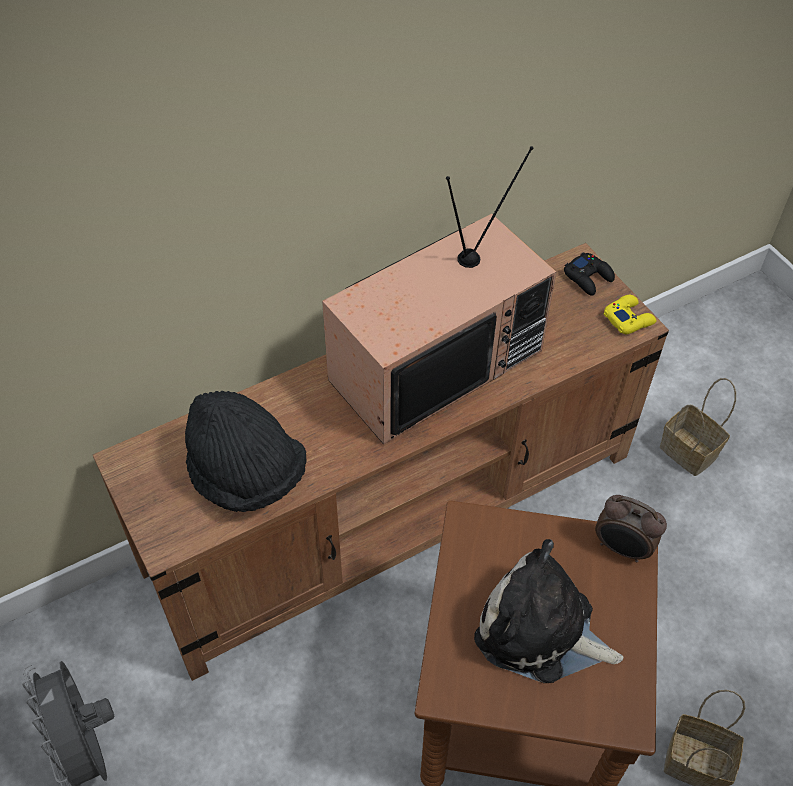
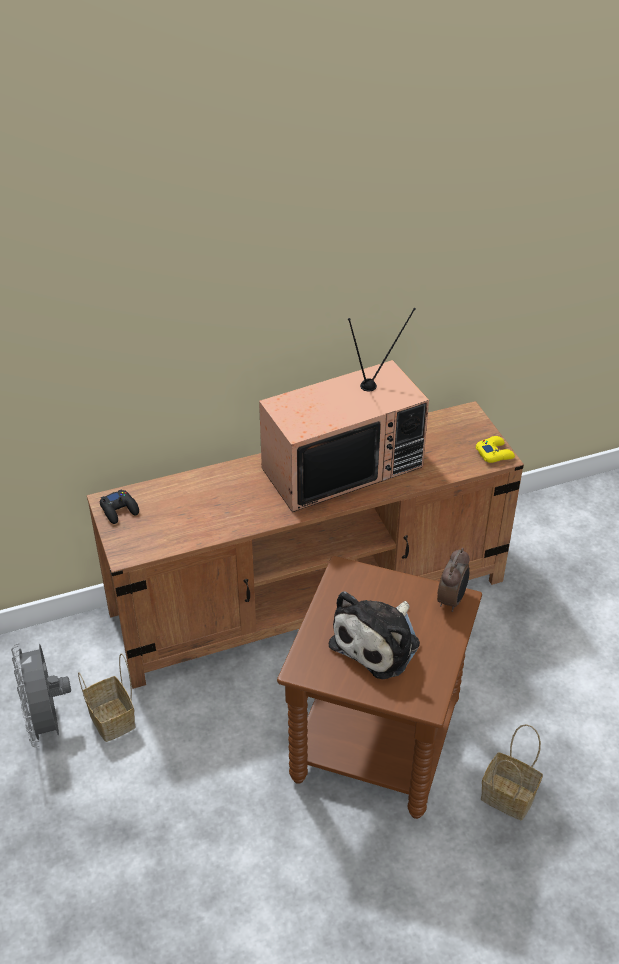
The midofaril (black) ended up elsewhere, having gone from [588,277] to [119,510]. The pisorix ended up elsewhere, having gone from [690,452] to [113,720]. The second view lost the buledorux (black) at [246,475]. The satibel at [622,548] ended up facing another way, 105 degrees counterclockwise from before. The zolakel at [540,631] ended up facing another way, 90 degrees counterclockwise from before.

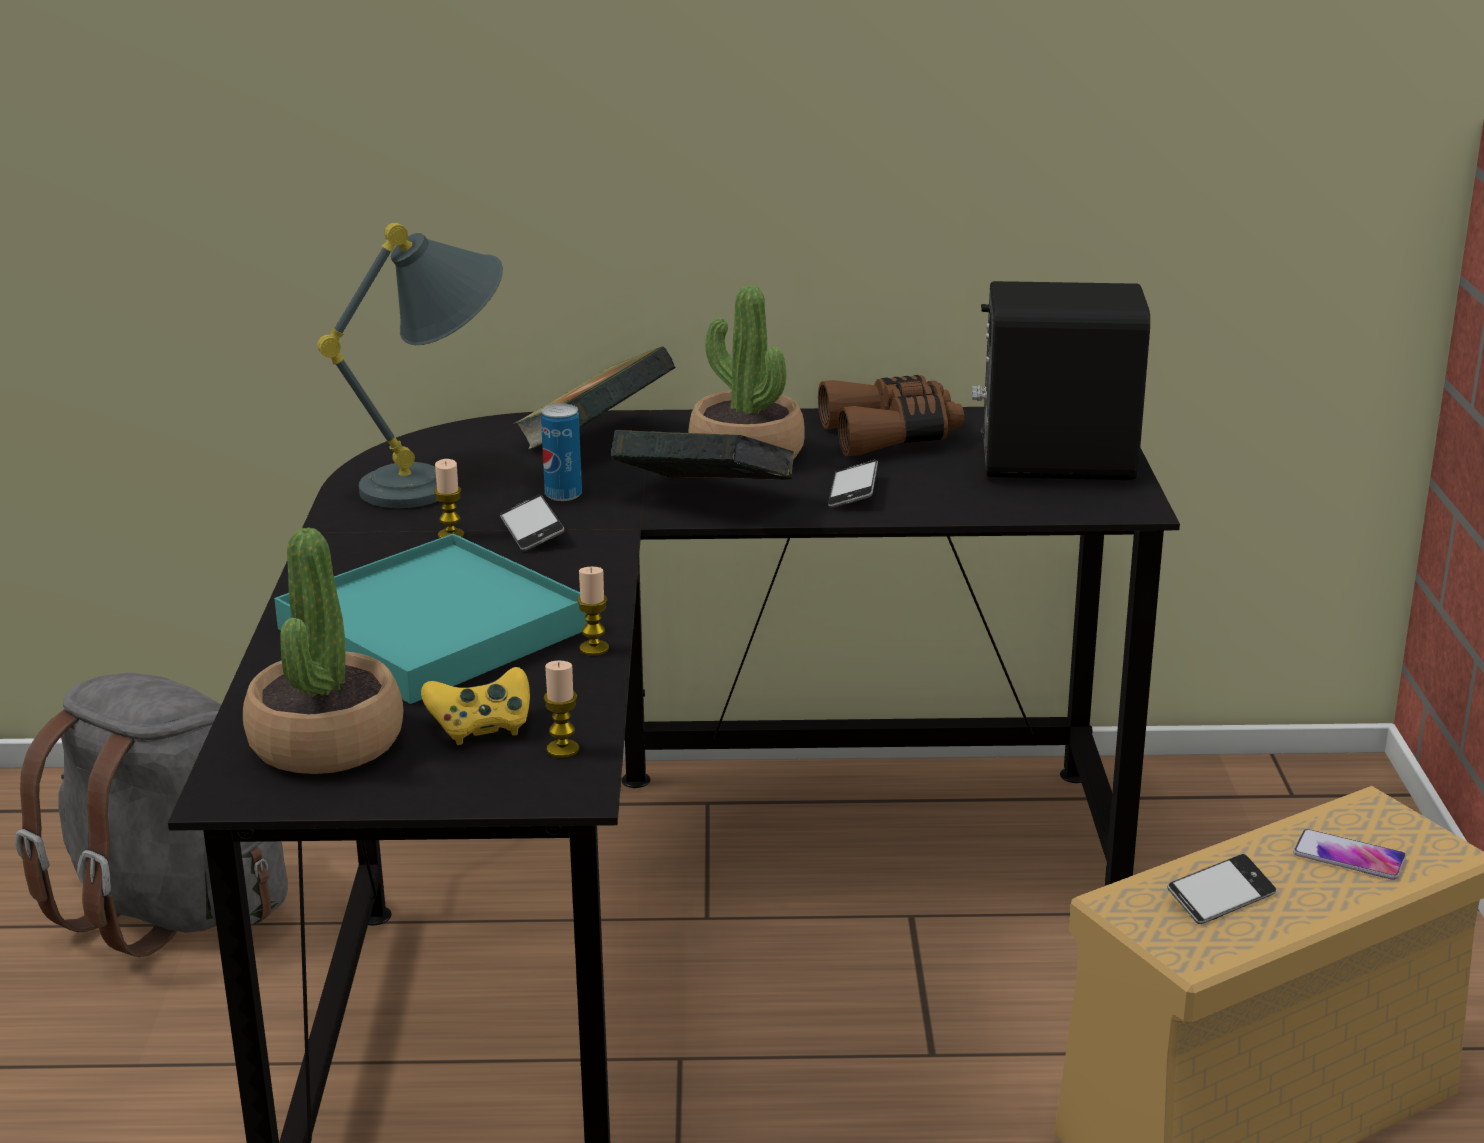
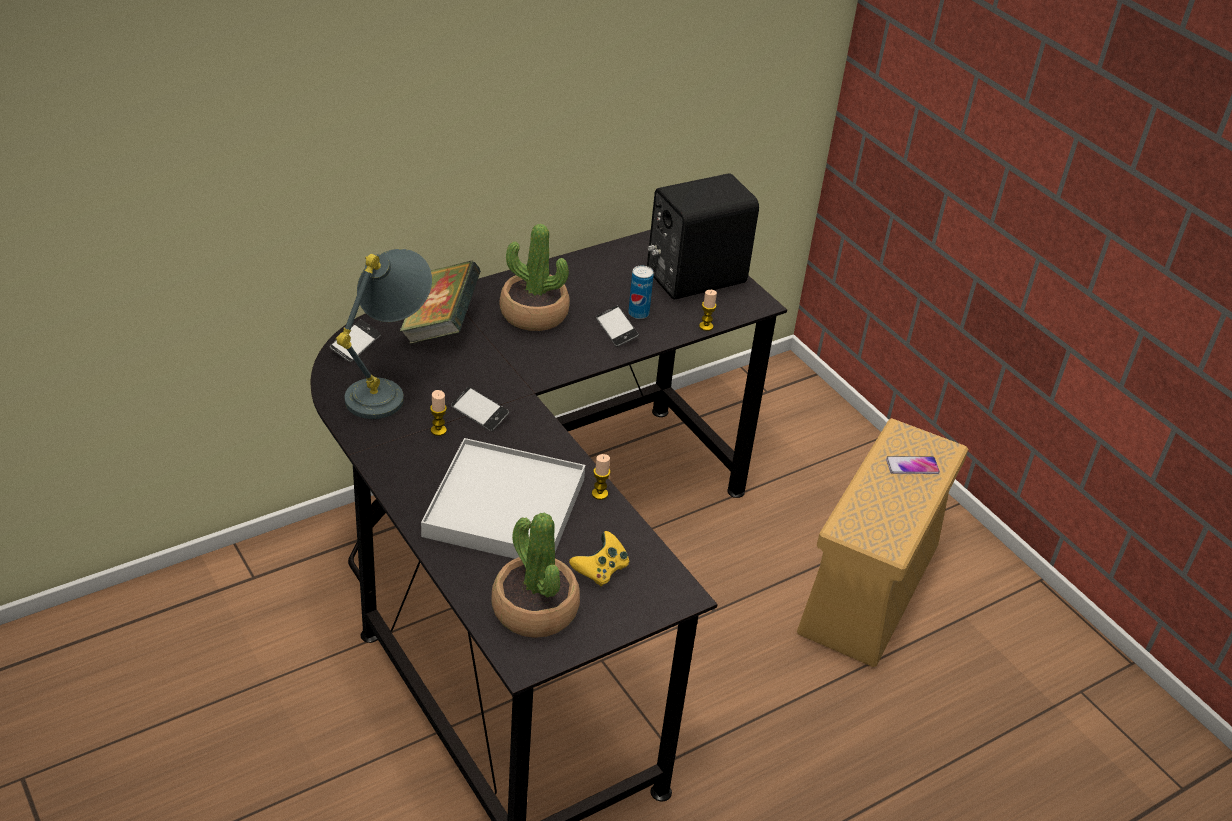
The second view lost the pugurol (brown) at [891,435]. The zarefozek ended up elsewhere, having gone from [563,495] to [638,313]. The second view lost the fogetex at [704,502]. What was the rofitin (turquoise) at [433,629] turned into the rofitin (white) at [504,507]. The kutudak ended up elsewhere, having gone from [562,749] to [706,326]. The second view lost the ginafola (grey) at [172,908]. The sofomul ended up elsewhere, having gone from [1220,897] to [355,345].

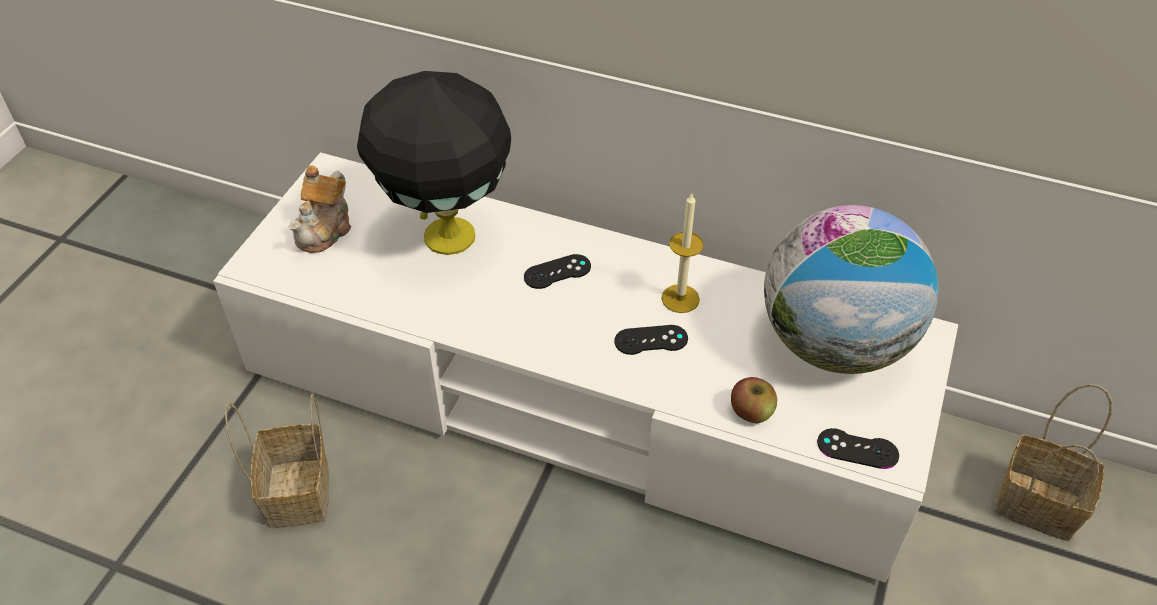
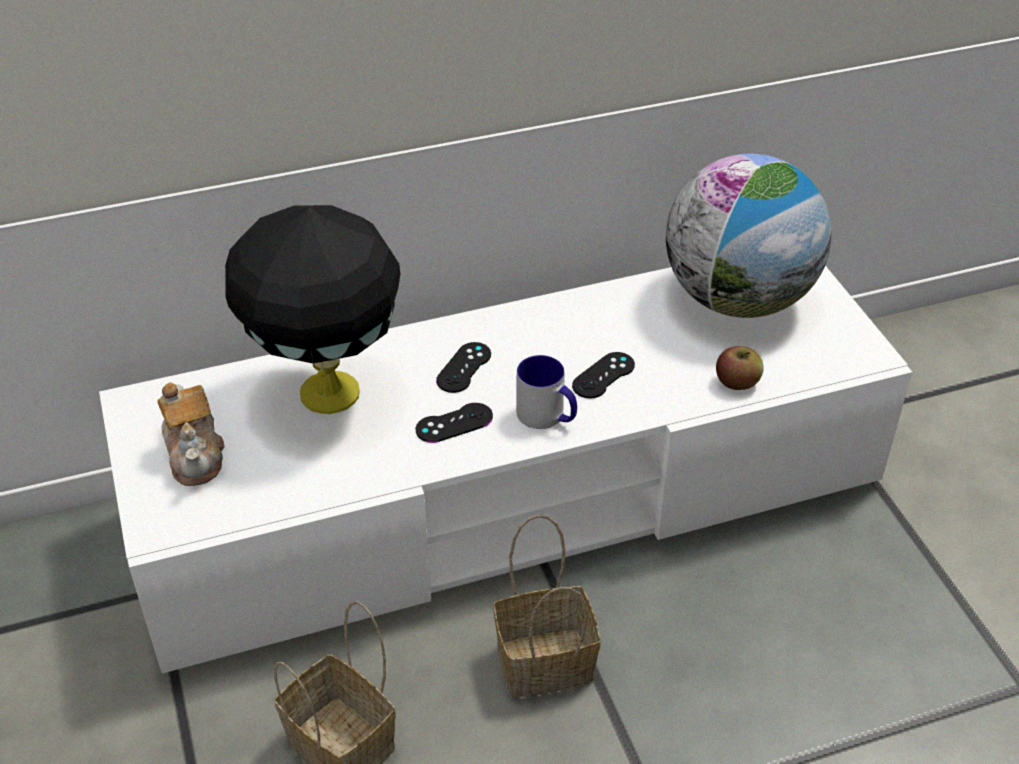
The second view lost the kutudak at [680,298]. The pisorix ended up elsewhere, having gone from [1040,504] to [547,660]. The midofaril (black) ended up elsewhere, having gone from [857,449] to [454,423]. The second view gained the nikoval at [547,417].

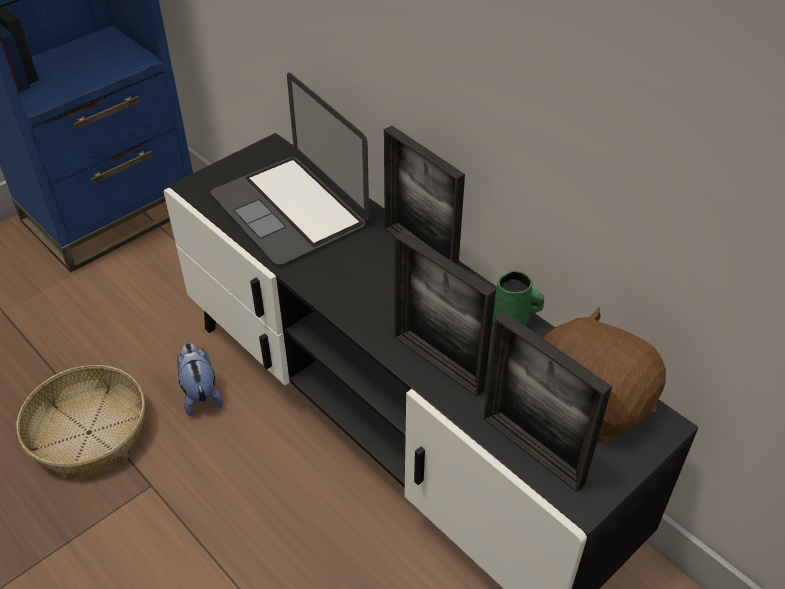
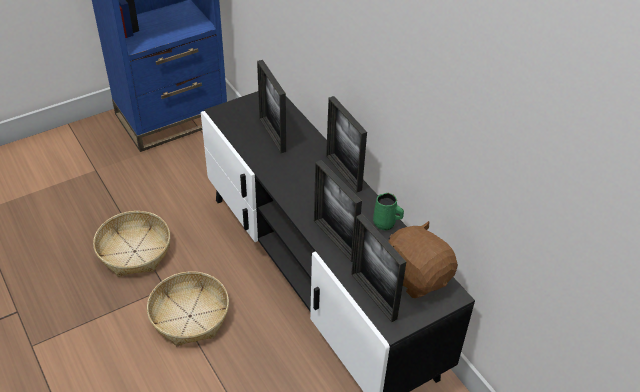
Where the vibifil stood at [289,209], the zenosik came to stand at [272,135]. The second view lost the zolakel at [200,394]. The second view gained the pisorix at [189,316].

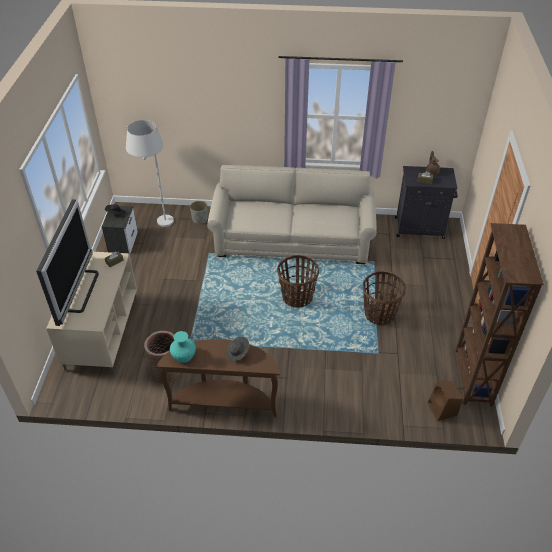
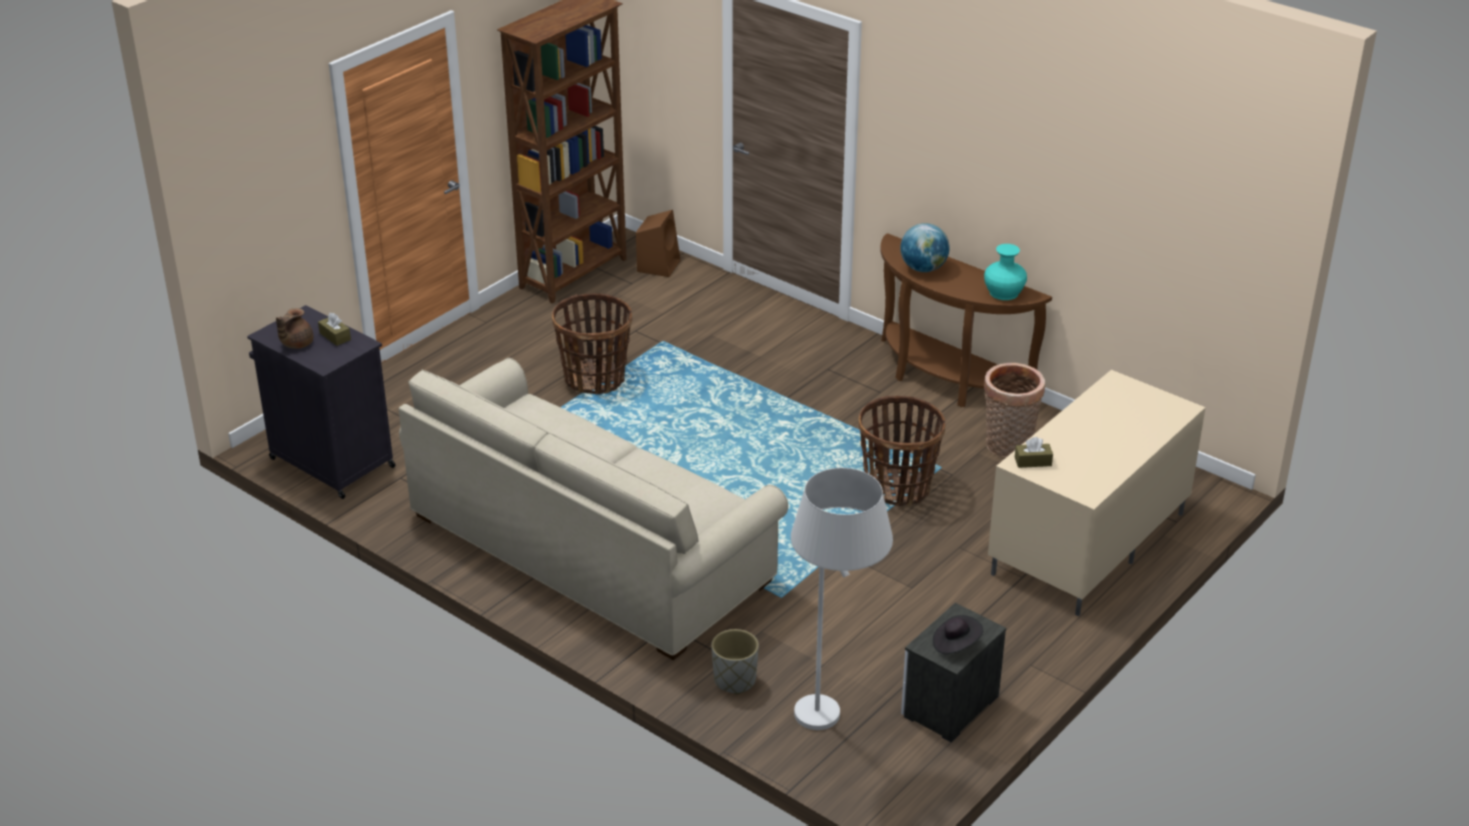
The second view lost the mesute at [79,291]. The pisorix ended up elsewhere, having gone from [297,297] to [898,488]. Where the buledorux (grey) stood at [238,353], the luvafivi came to stand at [923,268].

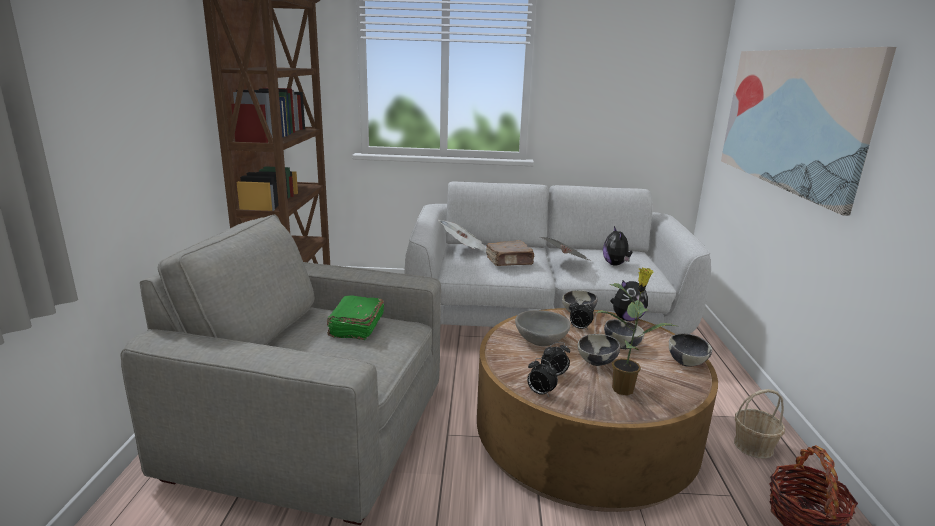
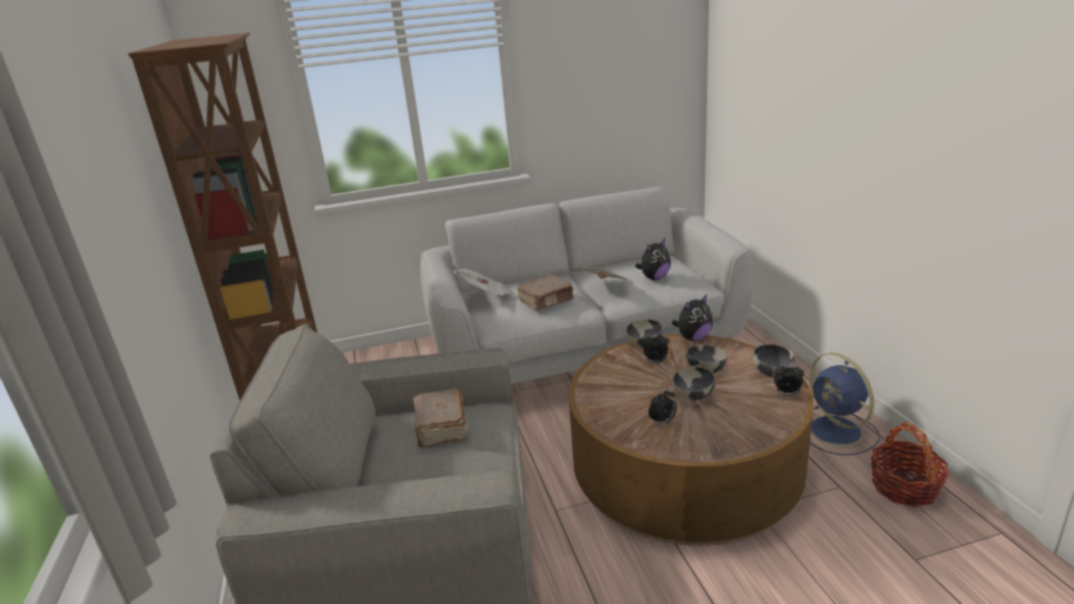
The second view lost the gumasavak at [789,118]. The zolakel at [615,264] ended up facing another way, 105 degrees counterclockwise from before. The second view lost the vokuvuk at [624,389]. What was the fogetex (green) at [356,327] turned into the fogetex (brown) at [440,428]. The second view lost the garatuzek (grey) at [541,341]. The satibel ended up elsewhere, having gone from [540,393] to [787,394]. Where the pisorix stood at [754,446], the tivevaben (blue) came to stand at [837,432].

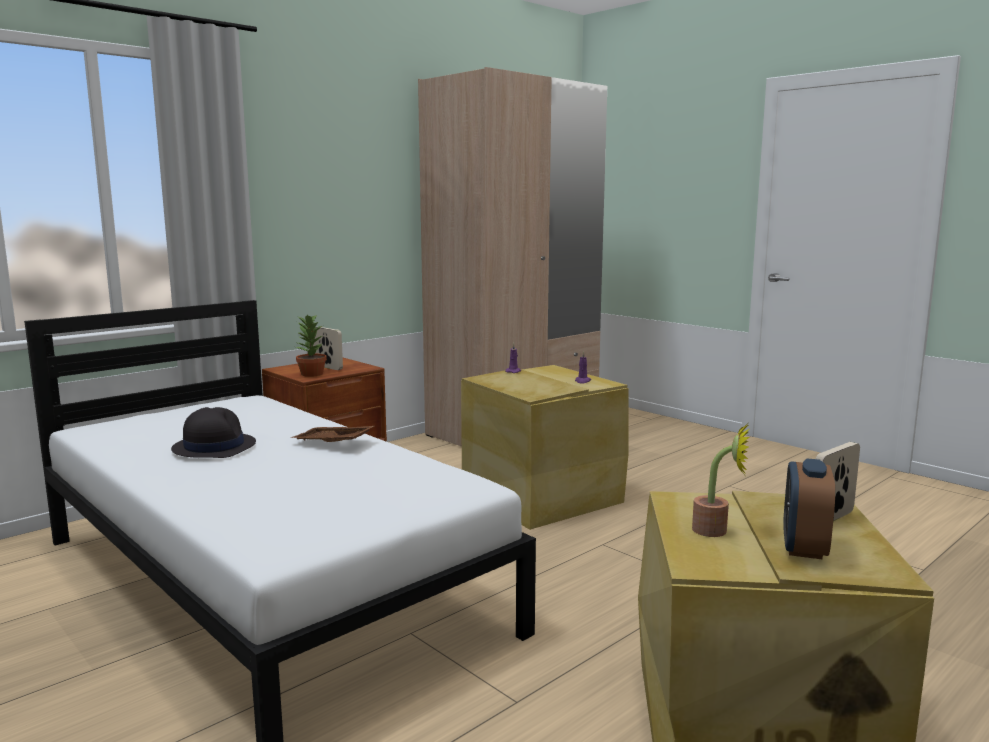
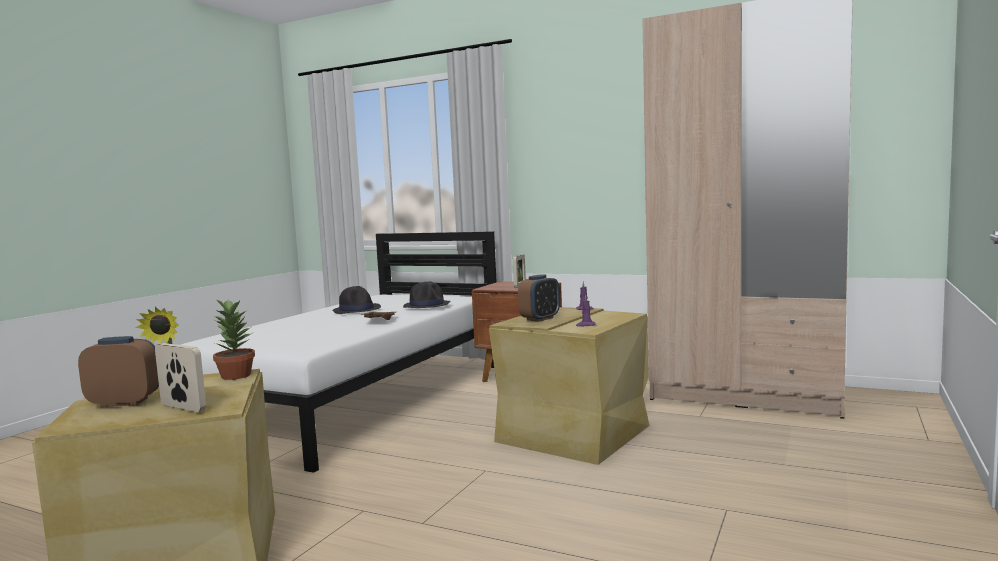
The vokuvuk ended up elsewhere, having gone from [311,374] to [235,375]. The second view gained the satibel at [540,319]. The second view gained the buledorux (black) at [427,305].

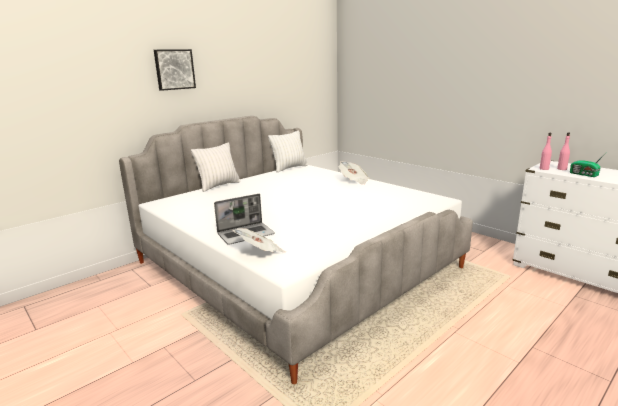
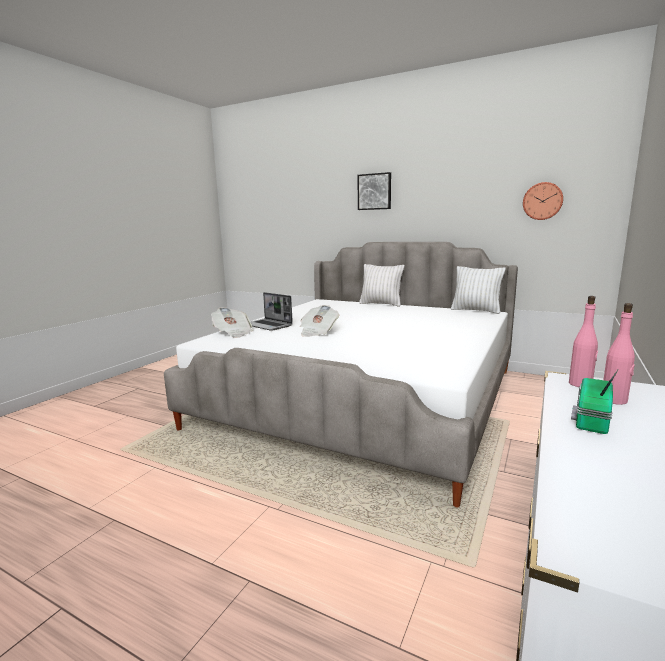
The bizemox ended up elsewhere, having gone from [354,181] to [318,332]. The second view gained the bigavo at [542,201].

